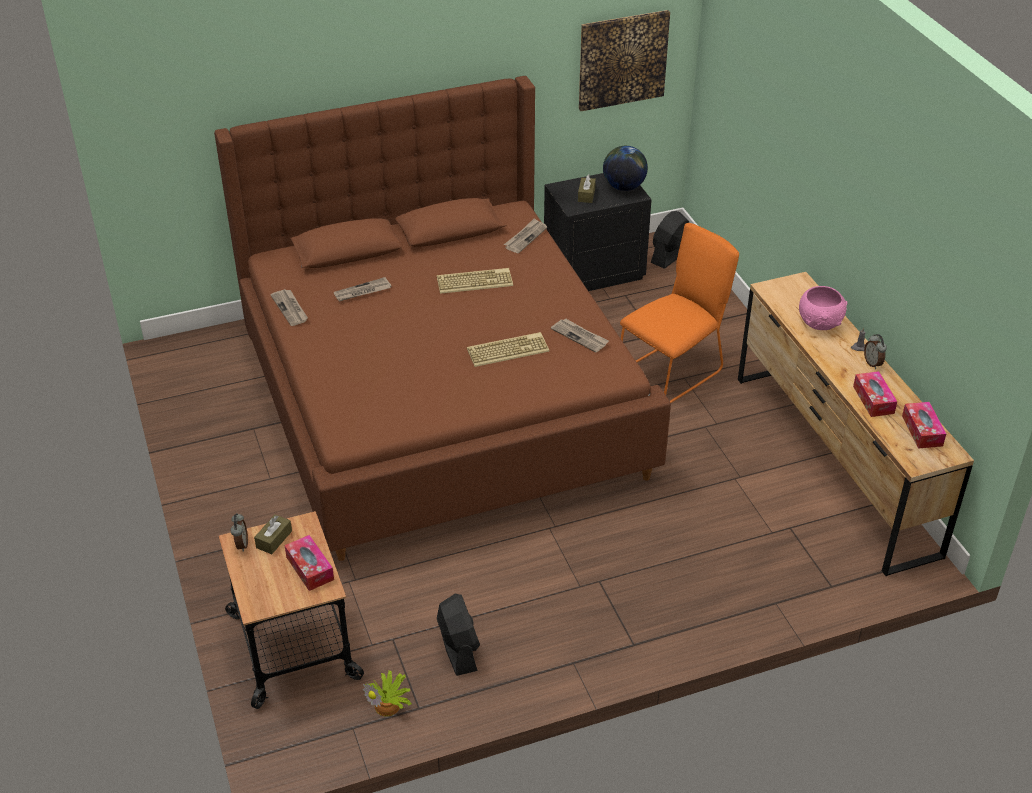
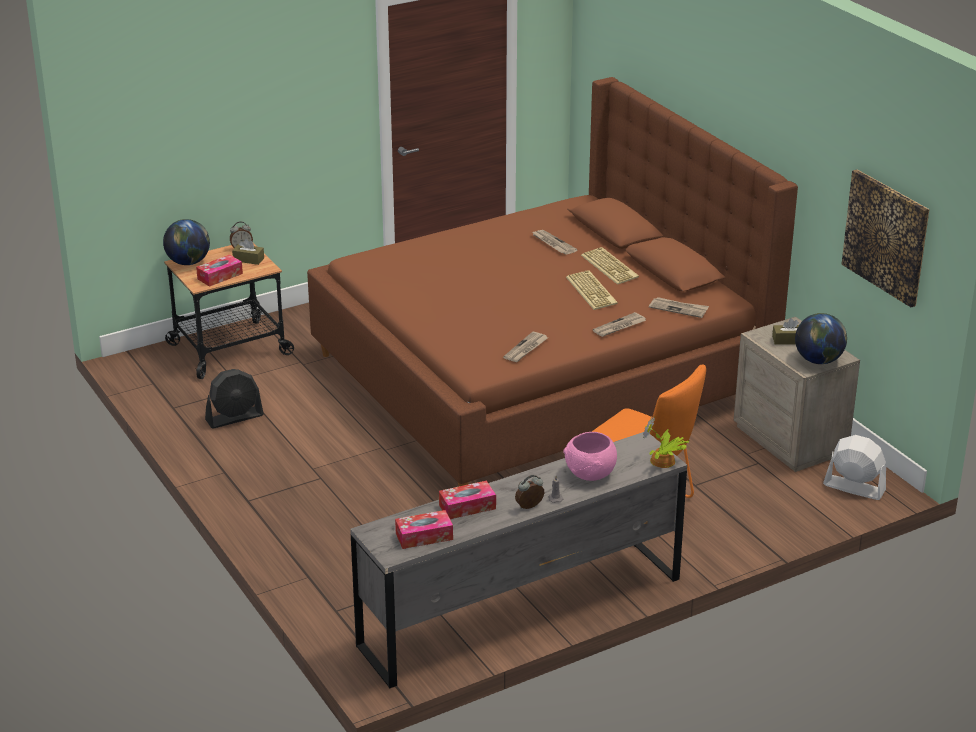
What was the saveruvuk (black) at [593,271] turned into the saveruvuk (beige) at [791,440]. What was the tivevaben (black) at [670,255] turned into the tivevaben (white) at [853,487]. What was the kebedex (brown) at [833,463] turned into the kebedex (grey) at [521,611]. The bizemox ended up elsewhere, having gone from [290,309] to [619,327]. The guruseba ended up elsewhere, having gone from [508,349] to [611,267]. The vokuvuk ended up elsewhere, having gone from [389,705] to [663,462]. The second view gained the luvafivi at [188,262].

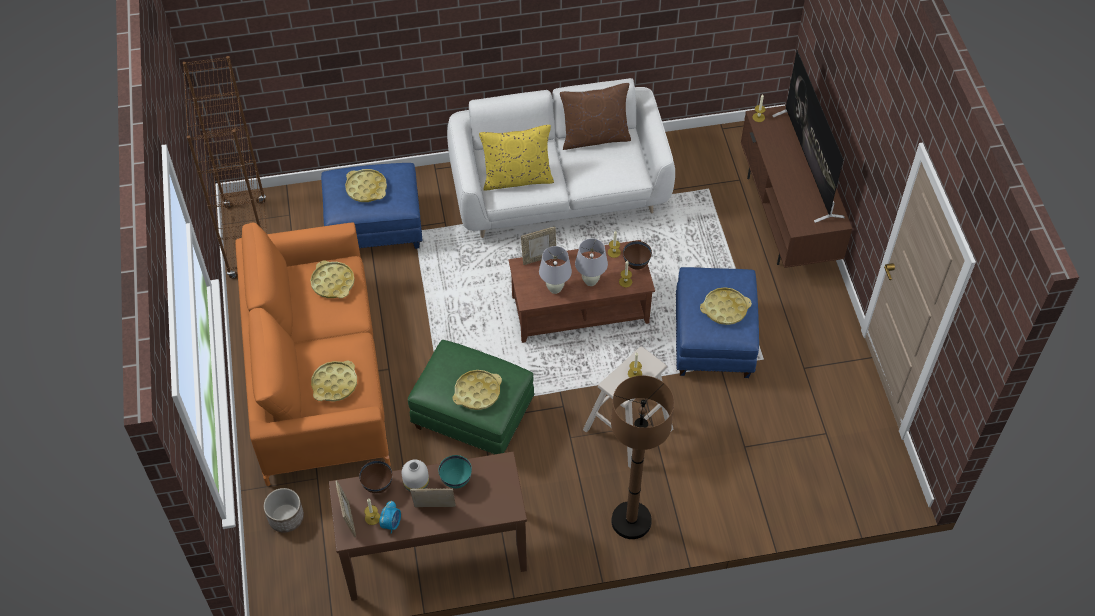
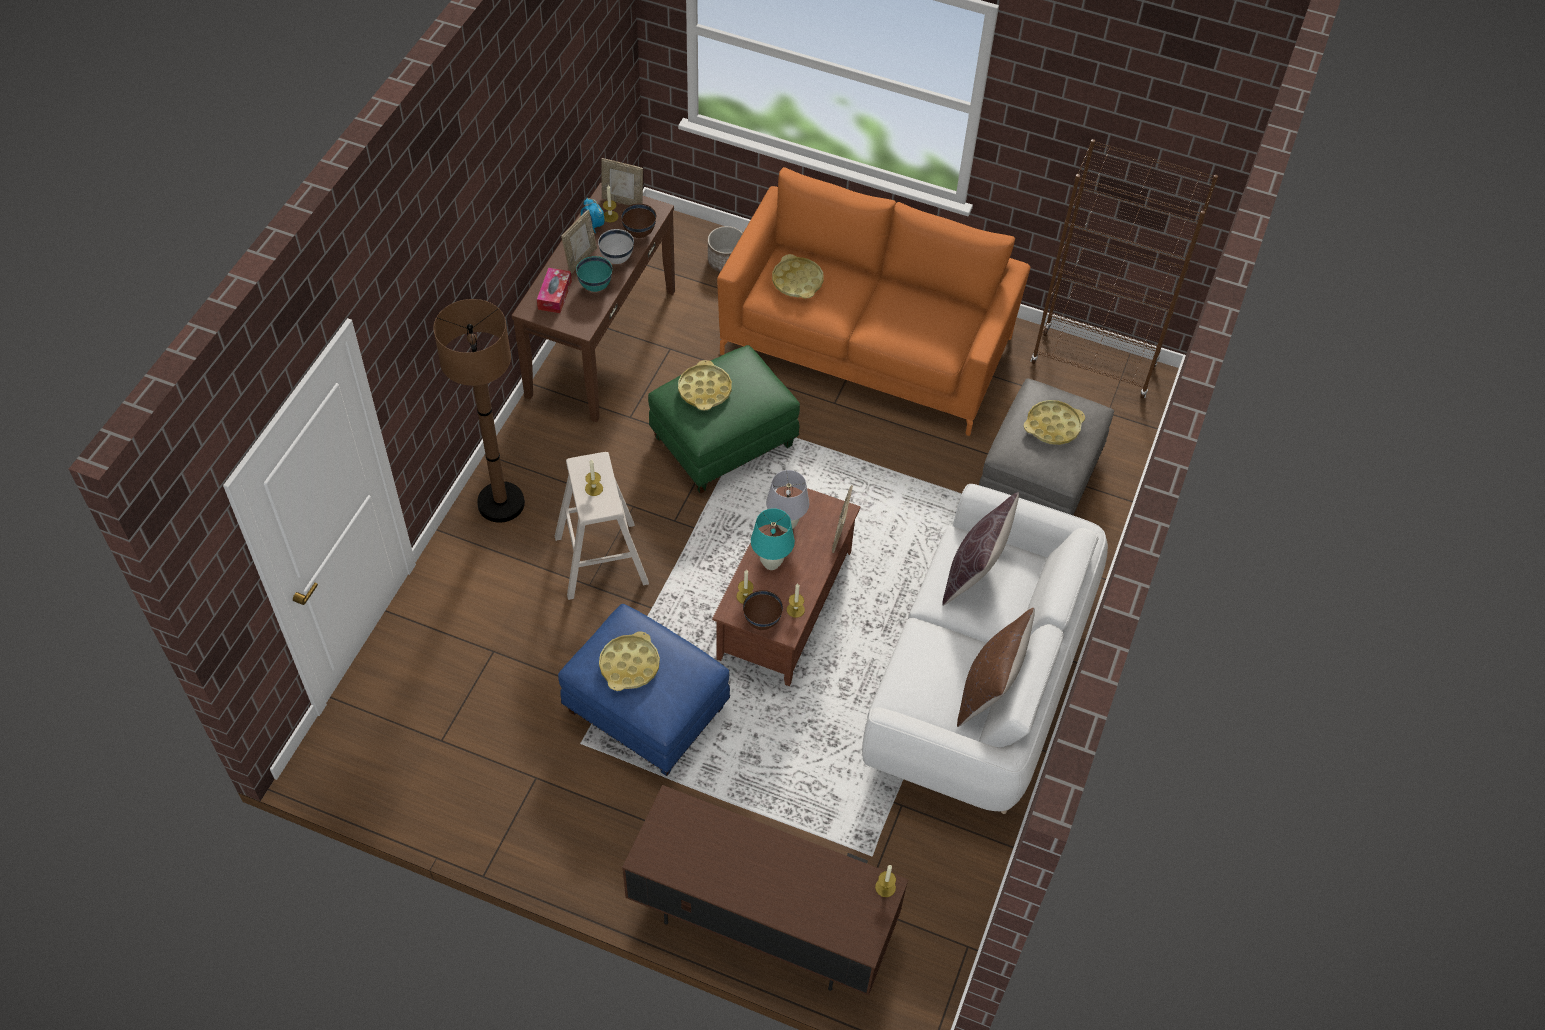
The second view lost the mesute at [807,165]. What was the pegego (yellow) at [517,178] turned into the pegego (brown) at [974,573]. What was the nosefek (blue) at [374,228] turned into the nosefek (grey) at [1038,476]. What was the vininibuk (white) at [590,281] turned into the vininibuk (turquoise) at [771,563]. The second view lost the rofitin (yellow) at [333,282]. Where the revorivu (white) stood at [417,484], the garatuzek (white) came to stand at [616,259]. The second view gained the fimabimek at [554,295].

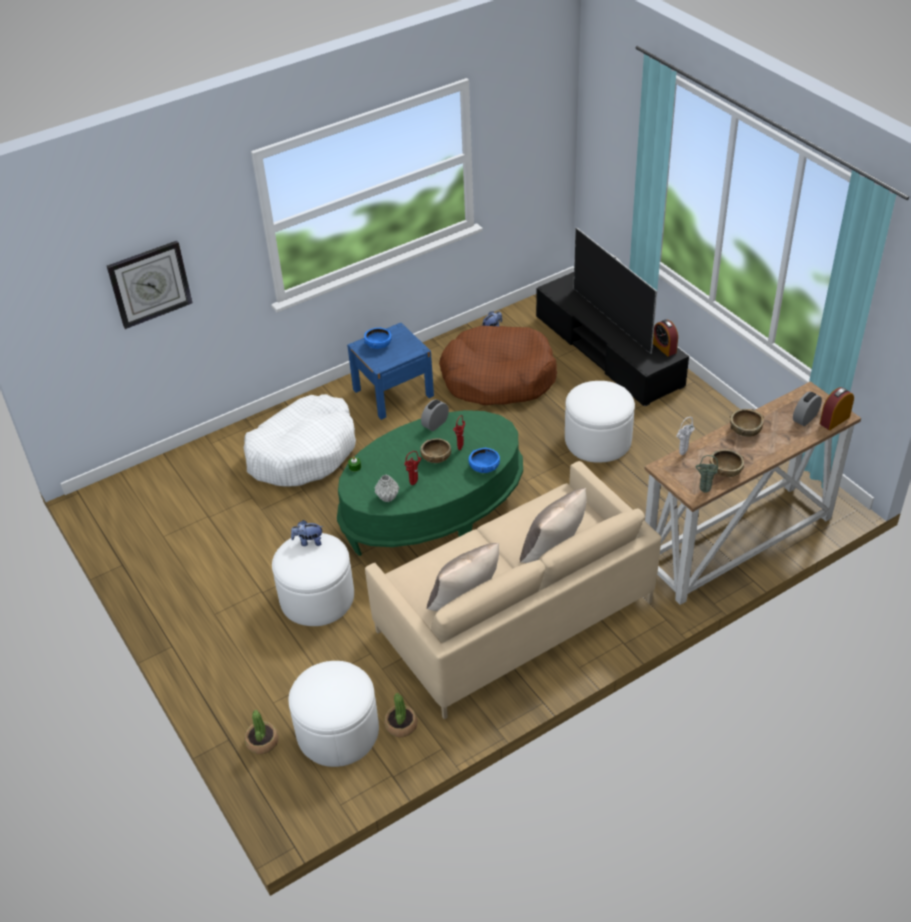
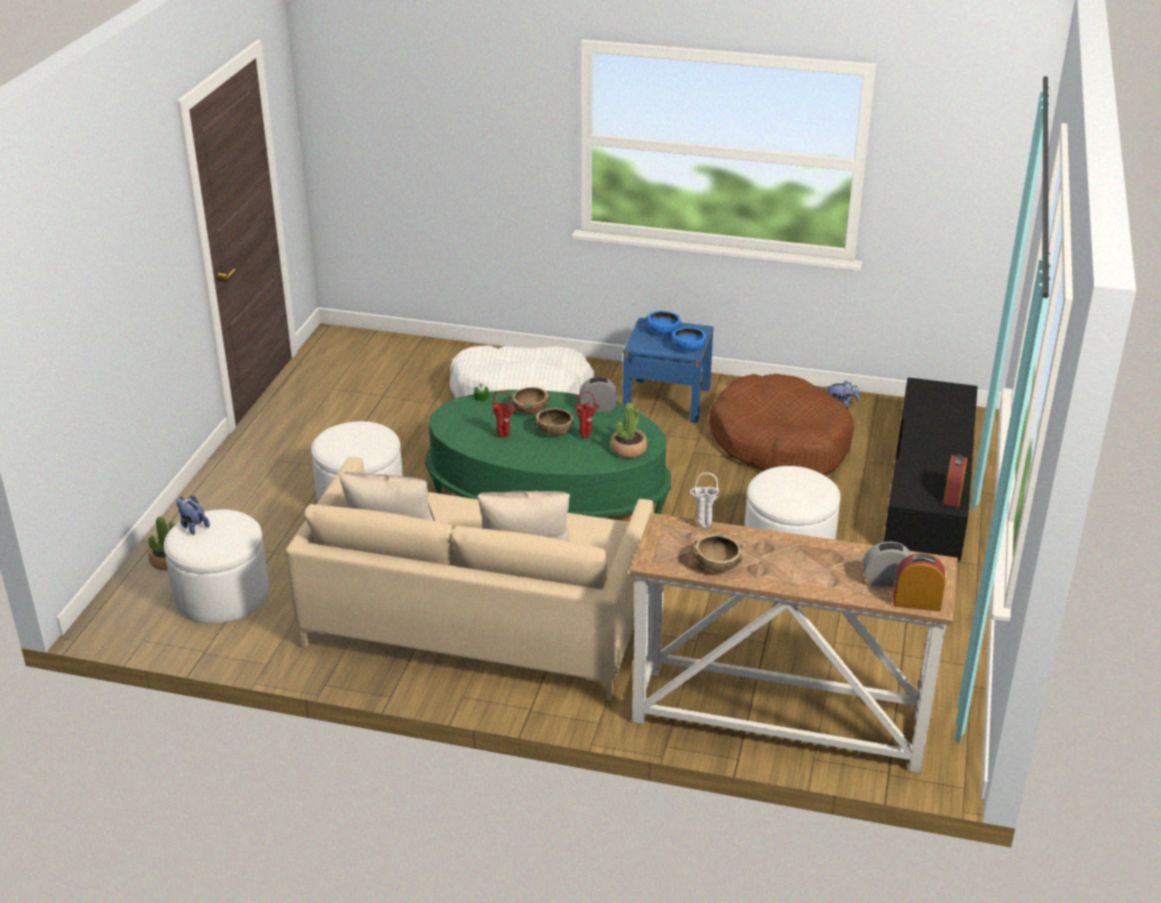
The second view lost the mesute at [612,320]. The second view lost the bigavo at [150,284]. The garatuzek (brown) ended up elsewhere, having gone from [745,430] to [530,410]. The garatuzek (blue) ended up elsewhere, having gone from [484,467] to [688,348]. The second view lost the revorivu (green) at [703,491]. The second view lost the revorivu (grey) at [387,497]. The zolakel ended up elsewhere, having gone from [308,541] to [193,526]. The vokuvuk ended up elsewhere, having gone from [401,725] to [628,449].

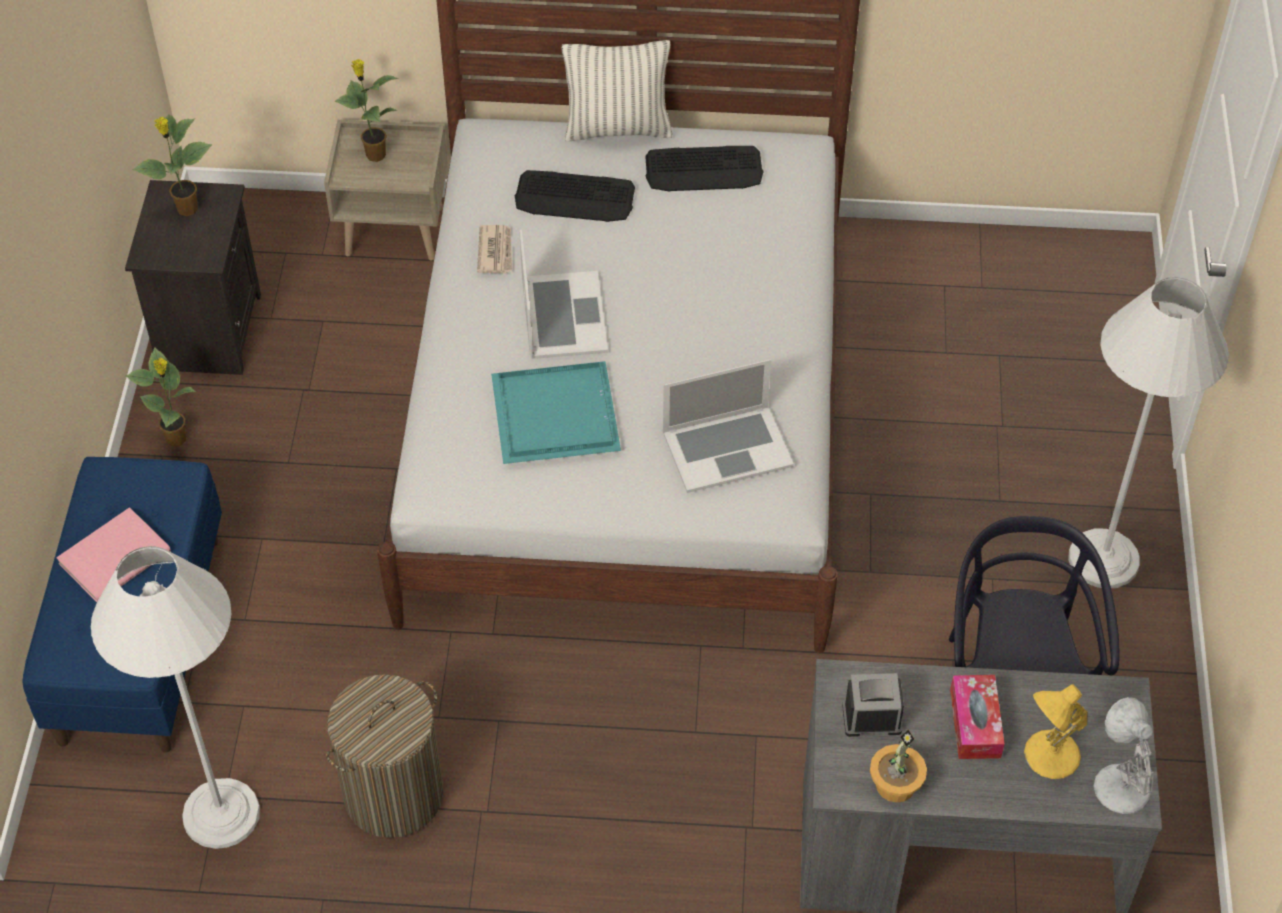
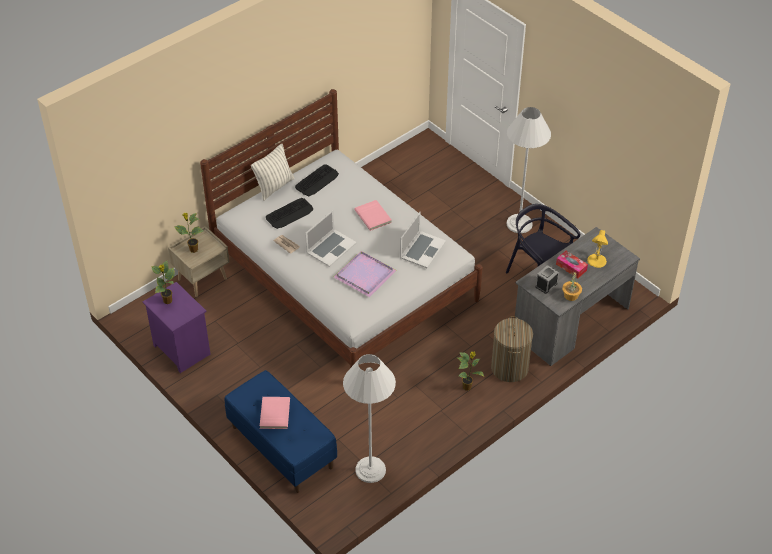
What was the saveruvuk (black) at [208,330] turned into the saveruvuk (purple) at [180,350]. The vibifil at [563,315] ended up facing another way, 90 degrees clockwise from before. The vokuvuk ended up elsewhere, having gone from [177,439] to [467,387]. What was the rofitin (turquoise) at [558,416] turned into the rofitin (purple) at [366,275]. The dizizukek ended up elsewhere, having gone from [393,795] to [509,368]. The second view lost the vininibuk (white) at [1120,786]. The second view gained the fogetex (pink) at [373,216].

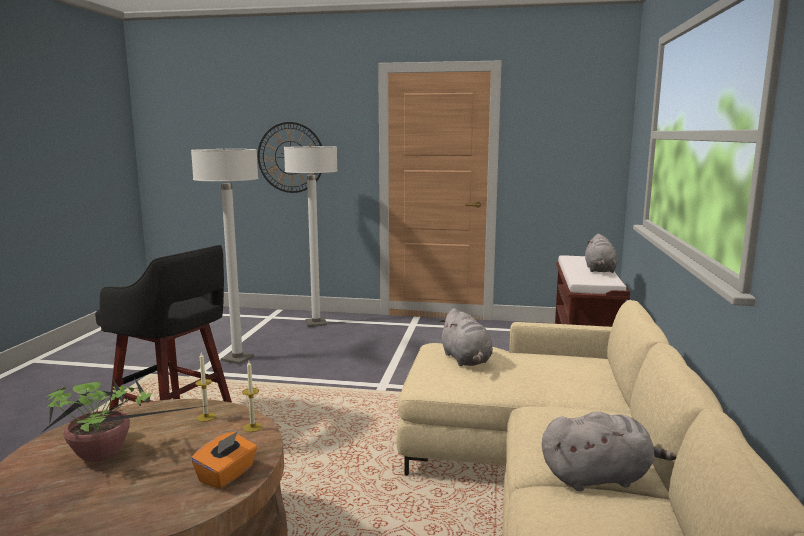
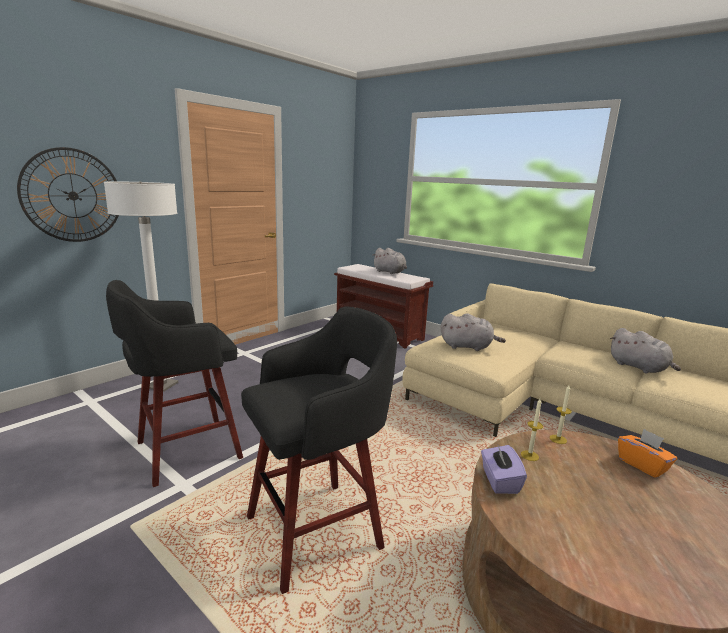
Where the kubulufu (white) stood at [237,359], the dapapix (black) came to stand at [185,451]. The second view lost the vokuvuk at [105,455]. The zolakel (grey) at [599,477] ended up facing another way, 120 degrees clockwise from before. The second view gained the fimabimek (purple) at [499,481].

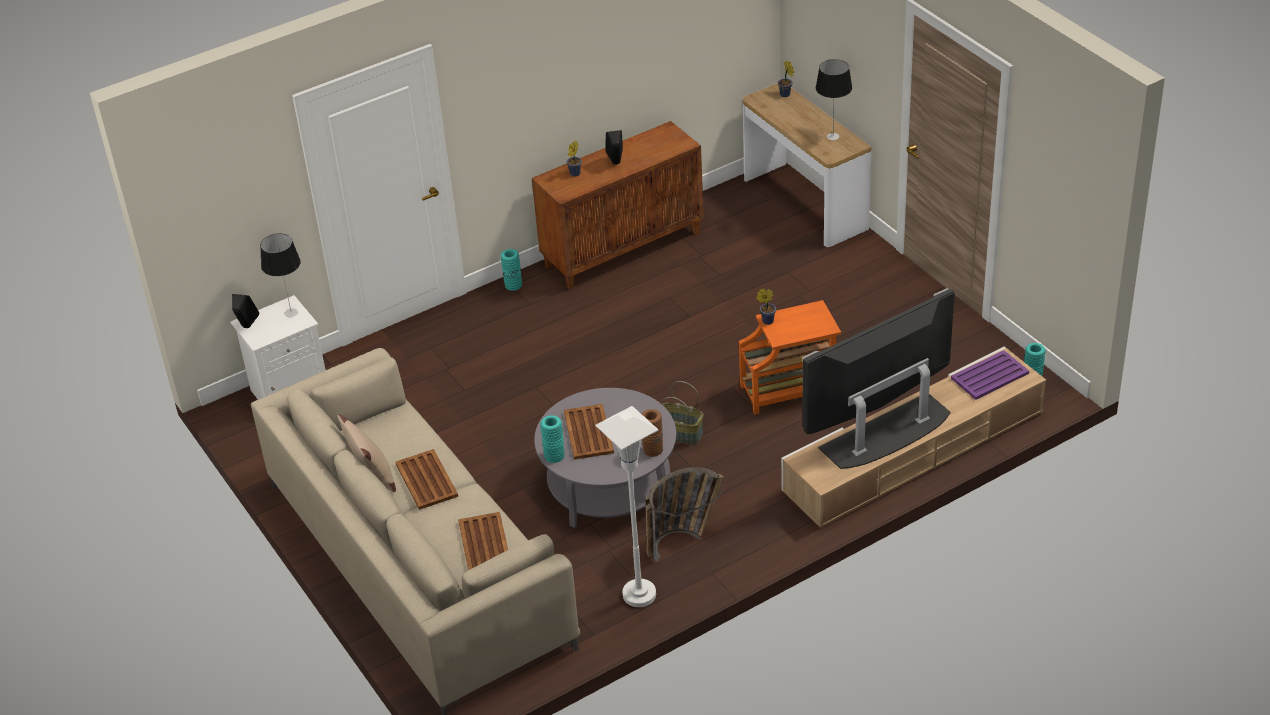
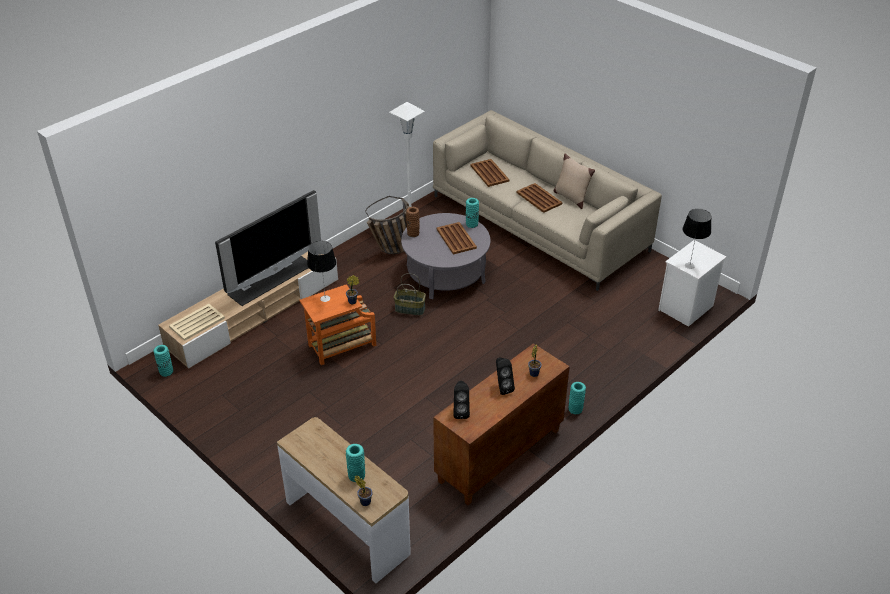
The vininibuk ended up elsewhere, having gone from [833,136] to [325,299]. The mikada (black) ended up elsewhere, having gone from [247,327] to [461,411]. What was the rofitin (purple) at [989,376] turned into the rofitin (beige) at [197,322]. The second view gained the revorivu (turquoise) at [356,475].

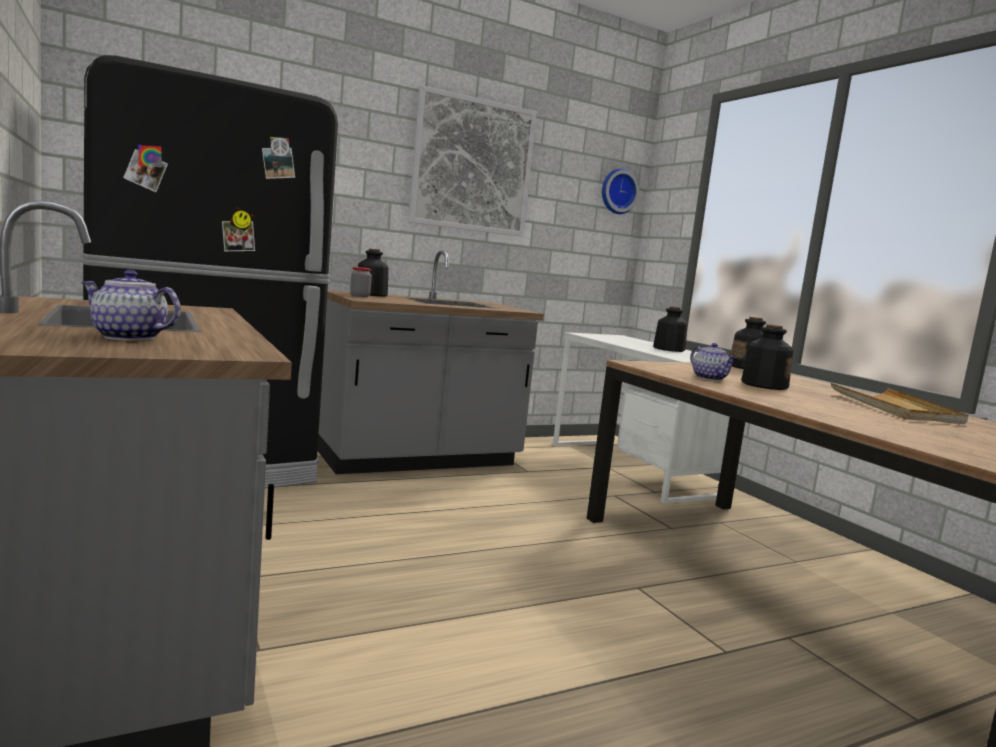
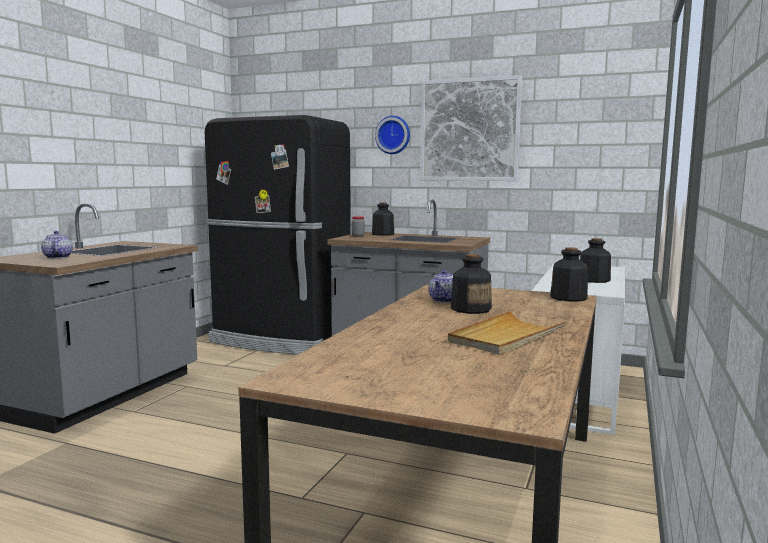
The bigavo ended up elsewhere, having gone from [617,191] to [393,135].

